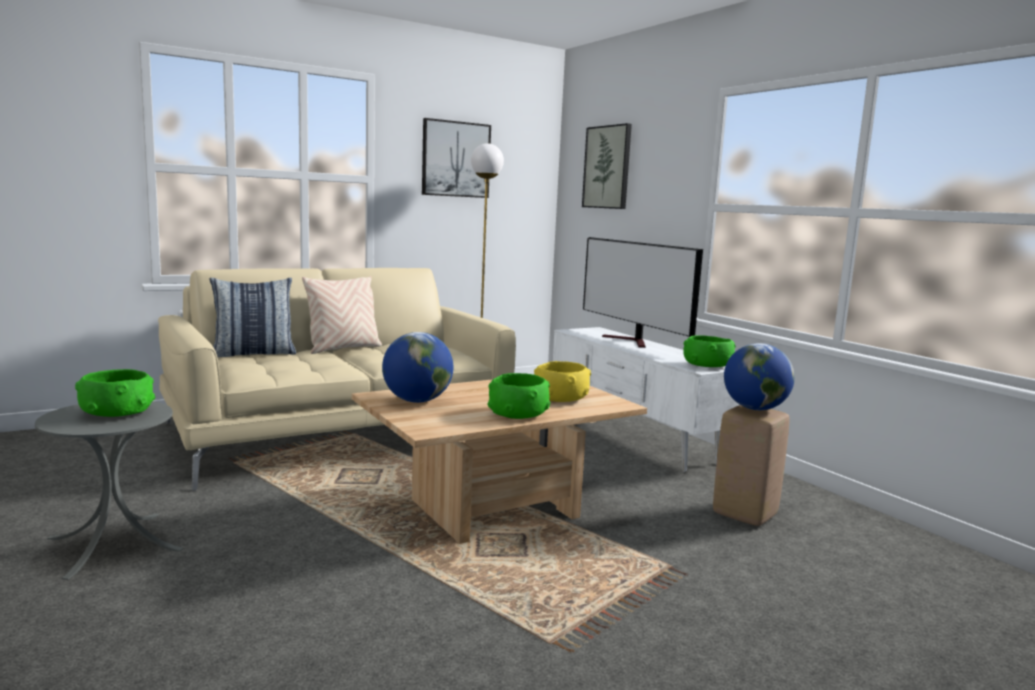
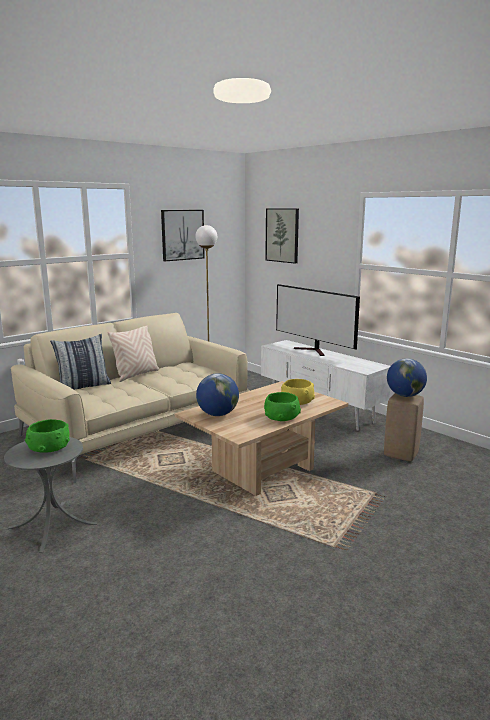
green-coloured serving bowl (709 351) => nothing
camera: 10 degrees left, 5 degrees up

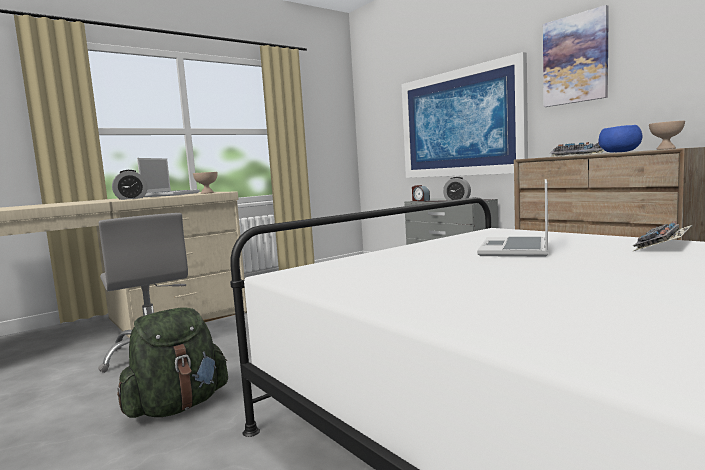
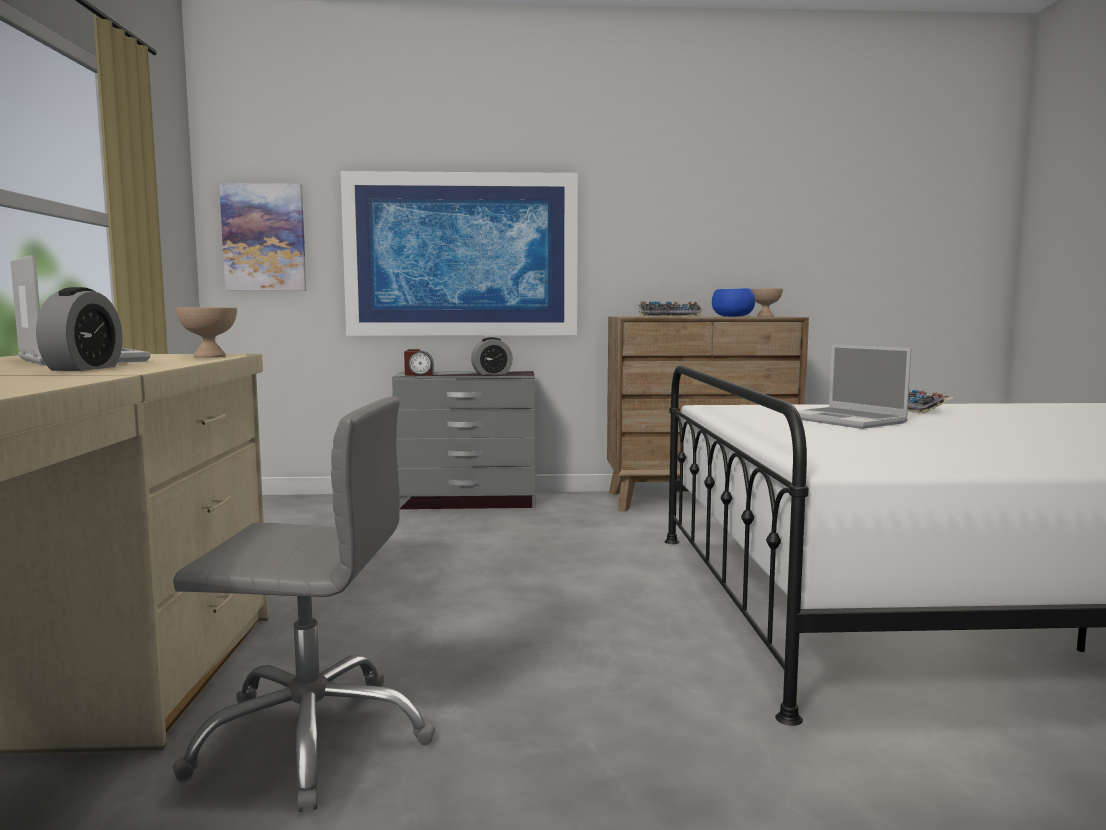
wall art (576 56) => wall art (262 237), relocated
green-coloured backpack (172 362) => nothing
camera: 55 degrees left, 0 degrees up

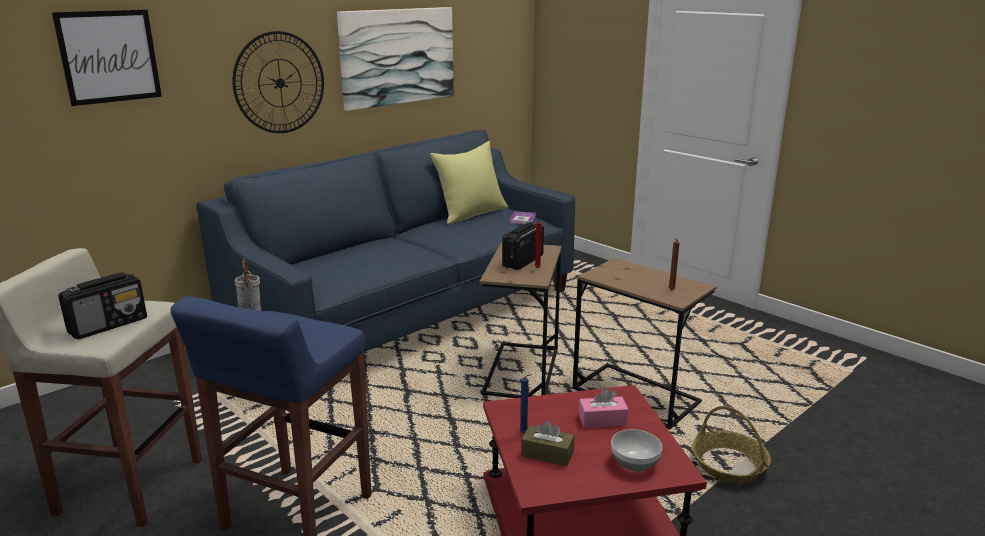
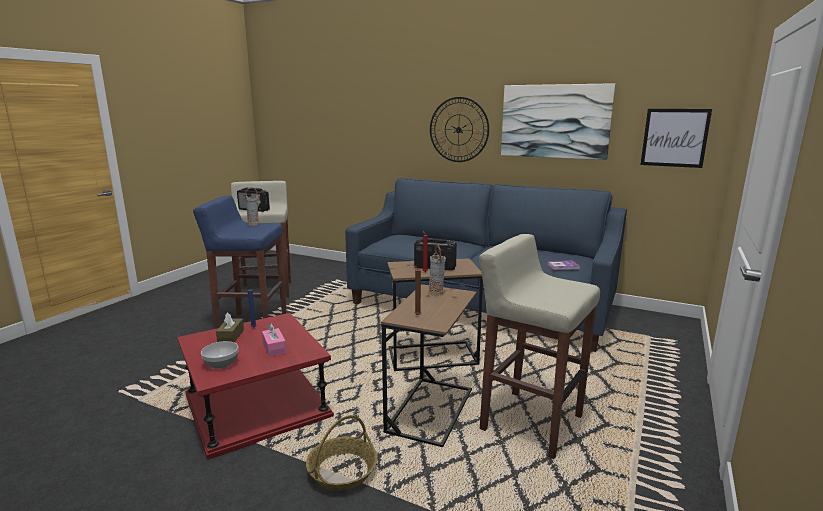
nothing => flower vase (437 270)
nothing => sand-coloured stool (539 346)
wall art (107 58) => wall art (676 138), relocated
yellowish throw pillow (469 182) => nothing
camera: 70 degrees right, 5 degrees down

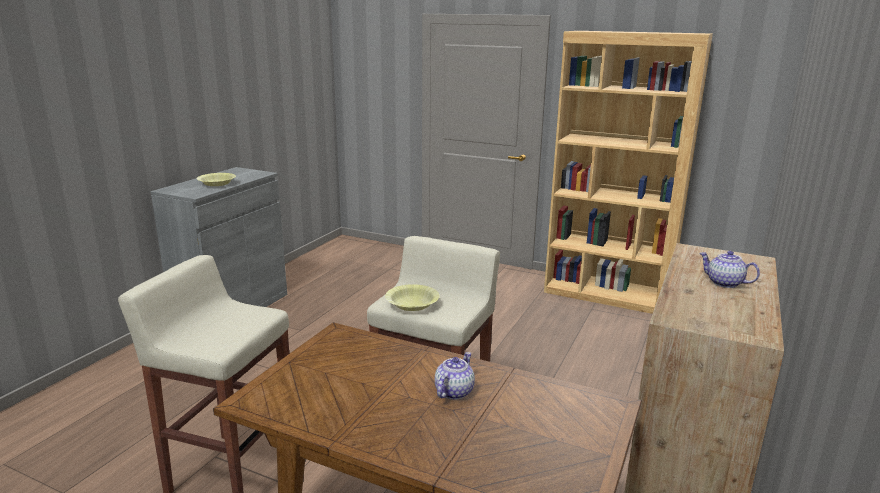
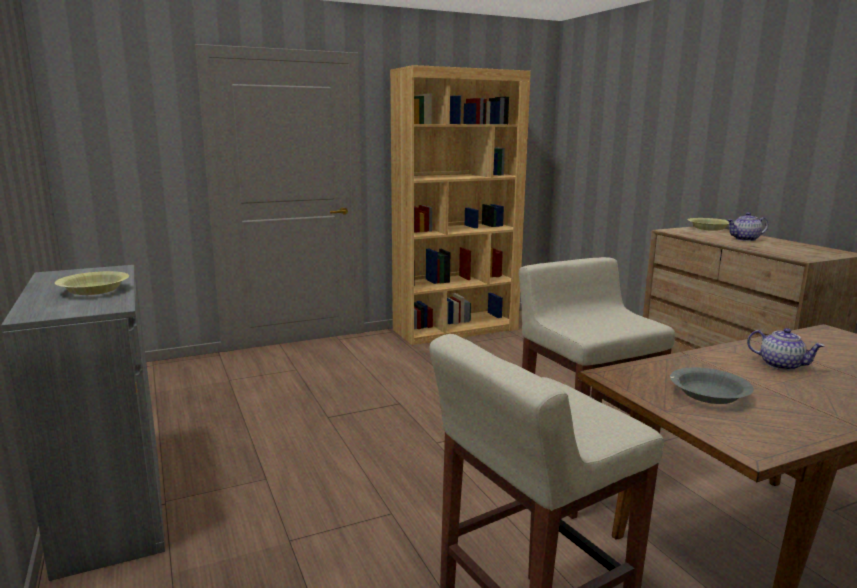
nothing => greyish serving bowl (712 385)
yellowish serving bowl (412 297) => yellowish serving bowl (708 224), relocated
pot for tea (455 376) => pot for tea (786 349), 150 degrees clockwise
camera: 50 degrees left, 5 degrees down

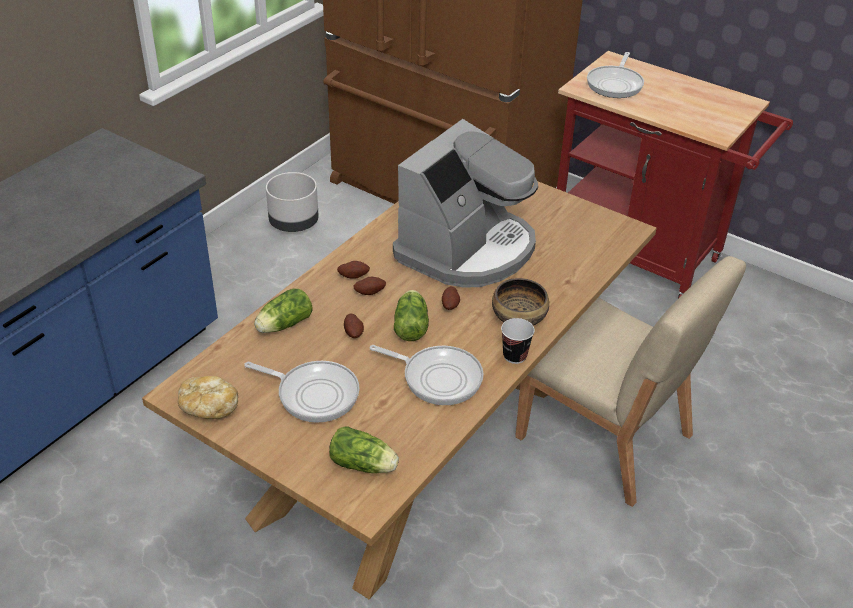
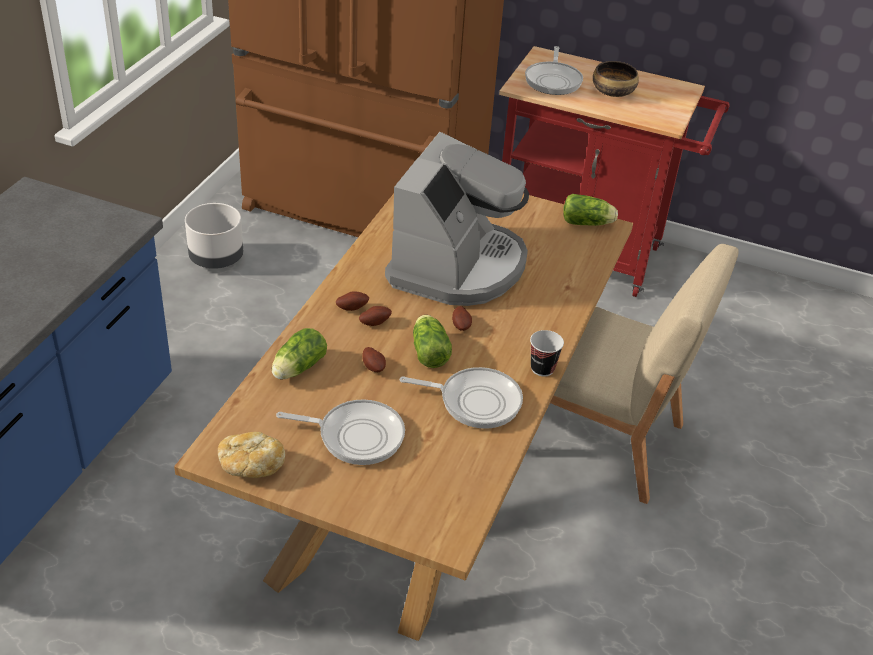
head of lettuce (364 449) => head of lettuce (590 210), relocated
serving bowl (520 301) => serving bowl (616 79), relocated
camera: 15 degrees left, 0 degrees up

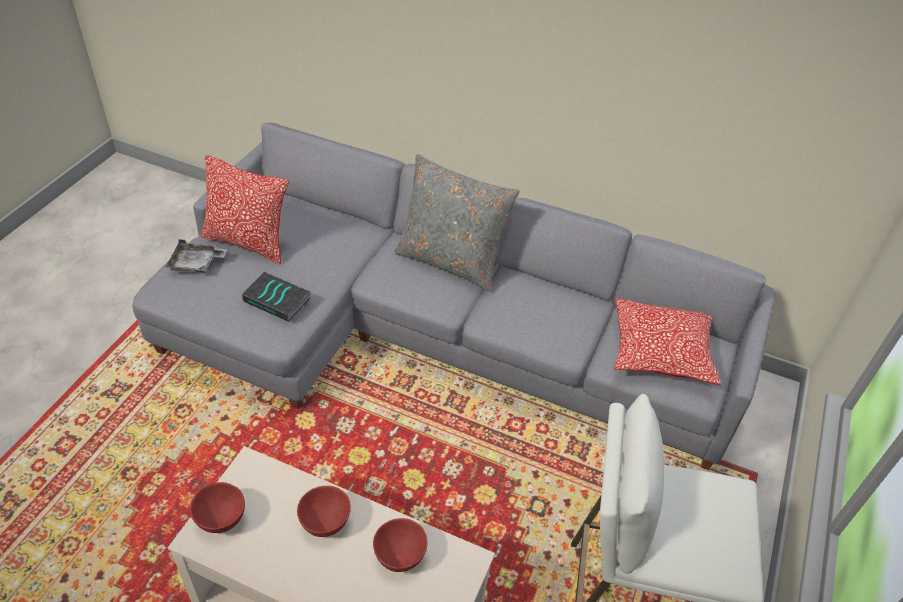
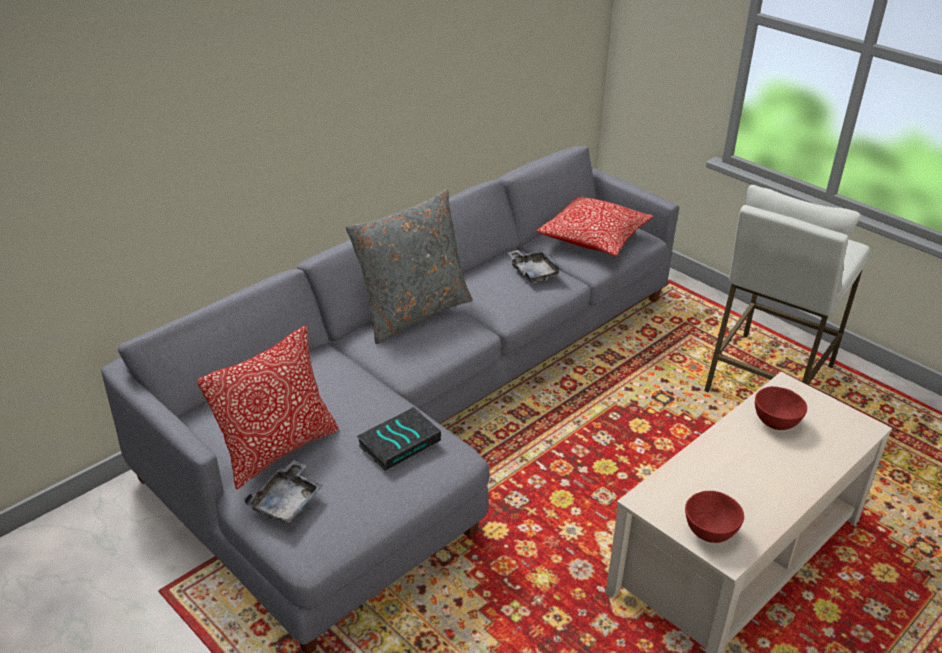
nothing => greyish carrying tray (535 266)
red serving bowl (324 511) => nothing
camera: 65 degrees left, 10 degrees down

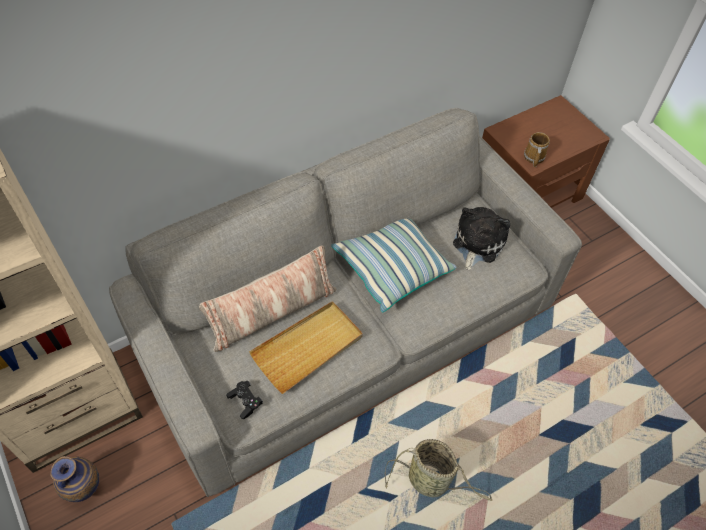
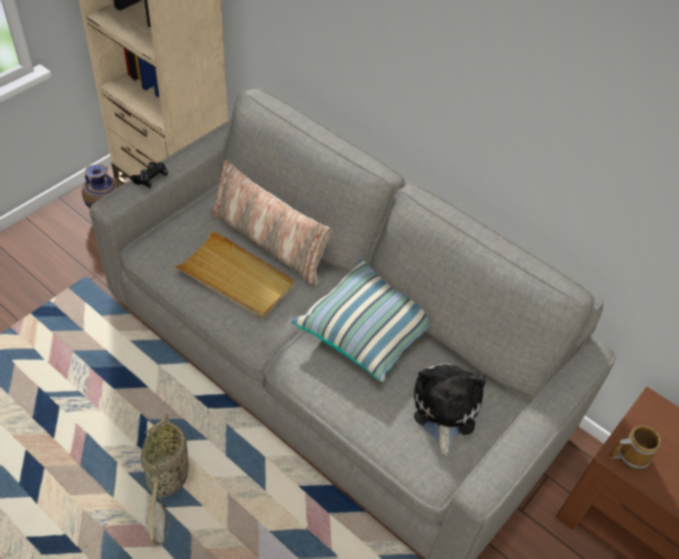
black-coloured gamepad (244 400) => black-coloured gamepad (149 175), relocated
cuddly toy (481 238) => cuddly toy (450 409), 90 degrees counterclockwise
camera: 70 degrees right, 5 degrees down

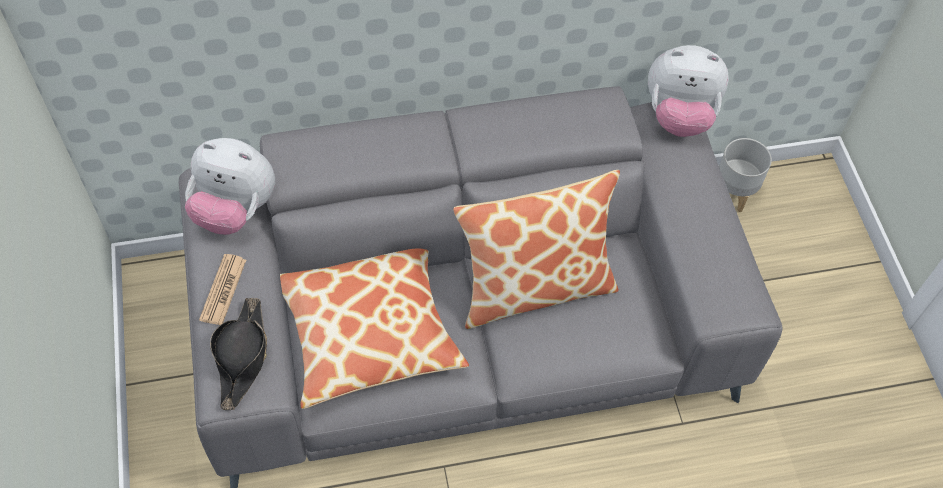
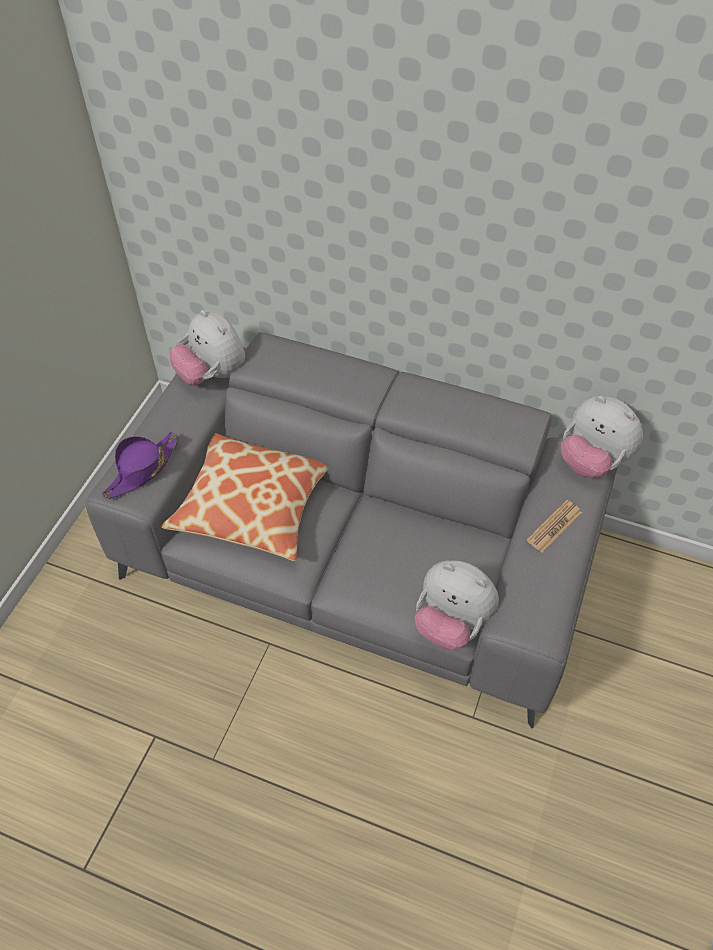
black-coloured clothing hat (238 354) => purple clothing hat (140 465)
nothing => cuddly toy (457 605)
printed paper (222 289) => printed paper (554 526), relocated
throw pillow (536 249) => nothing
greyish flower pot (745 175) => nothing
camera: 35 degrees right, 5 degrees down

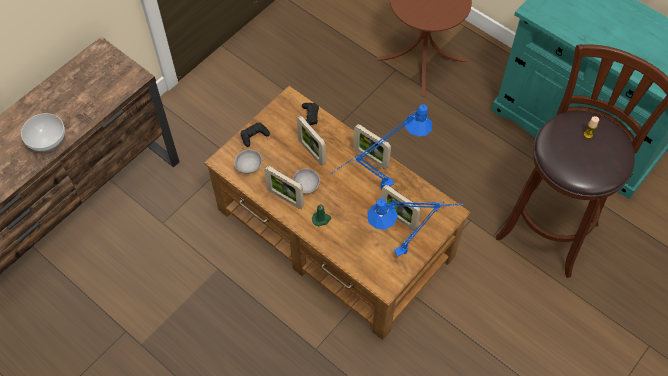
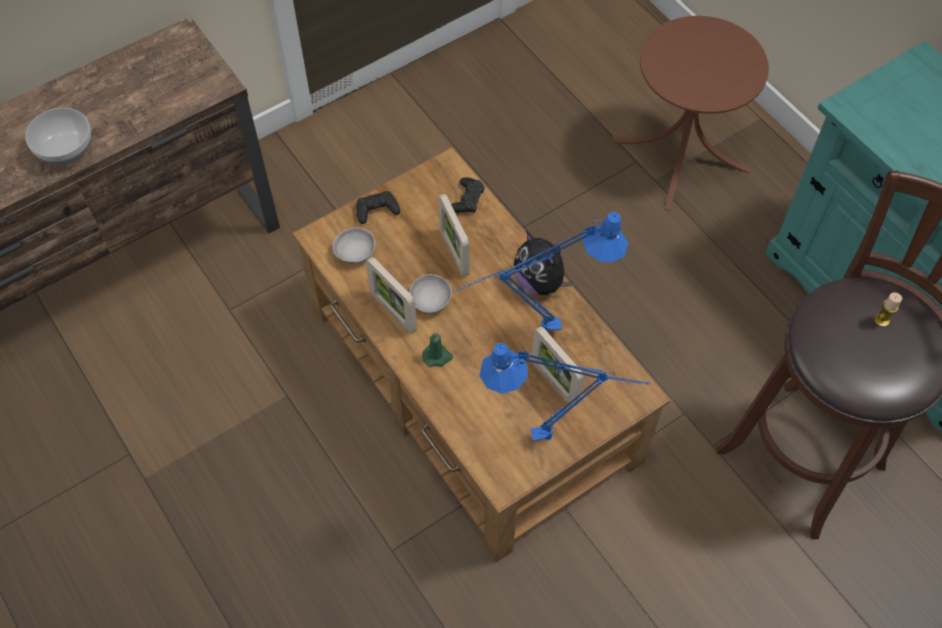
picture frame (372 146) => cuddly toy (543 263)
camera: 15 degrees right, 0 degrees up

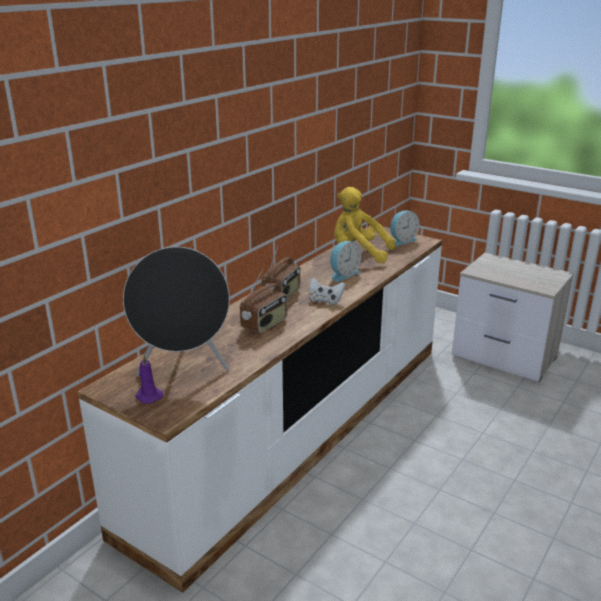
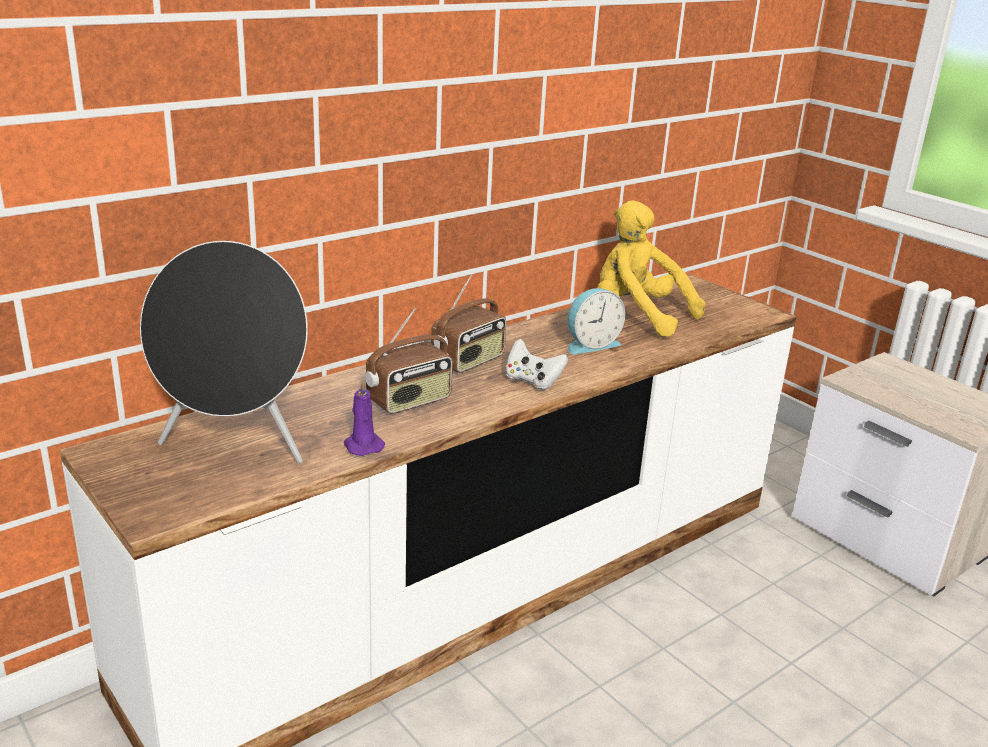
purple wax candle (149 379) => purple wax candle (364 417), relocated
alarm clock (404 228) => nothing
camera: 15 degrees right, 0 degrees up

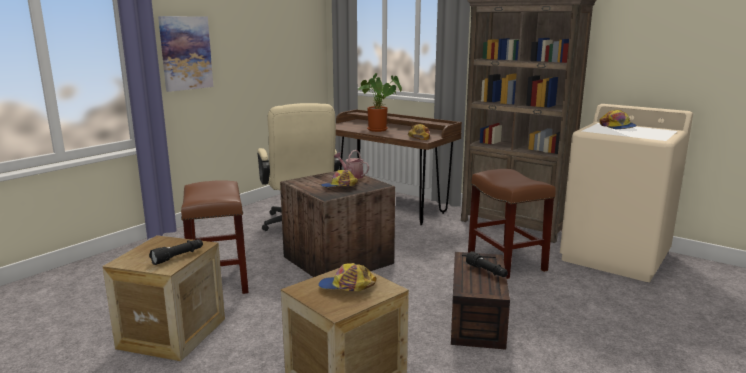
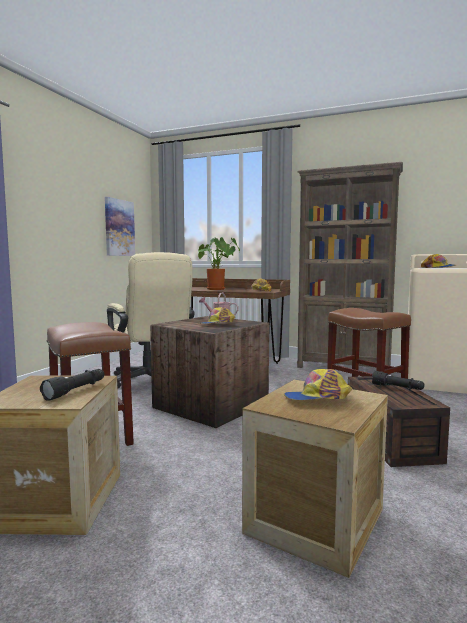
wall art (185 54) => wall art (120 226), relocated
camera: 15 degrees left, 10 degrees down

